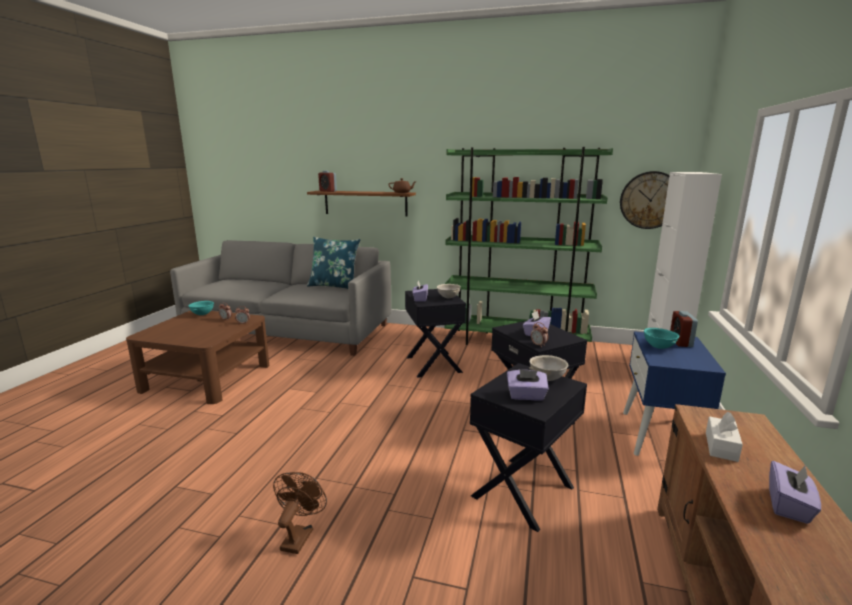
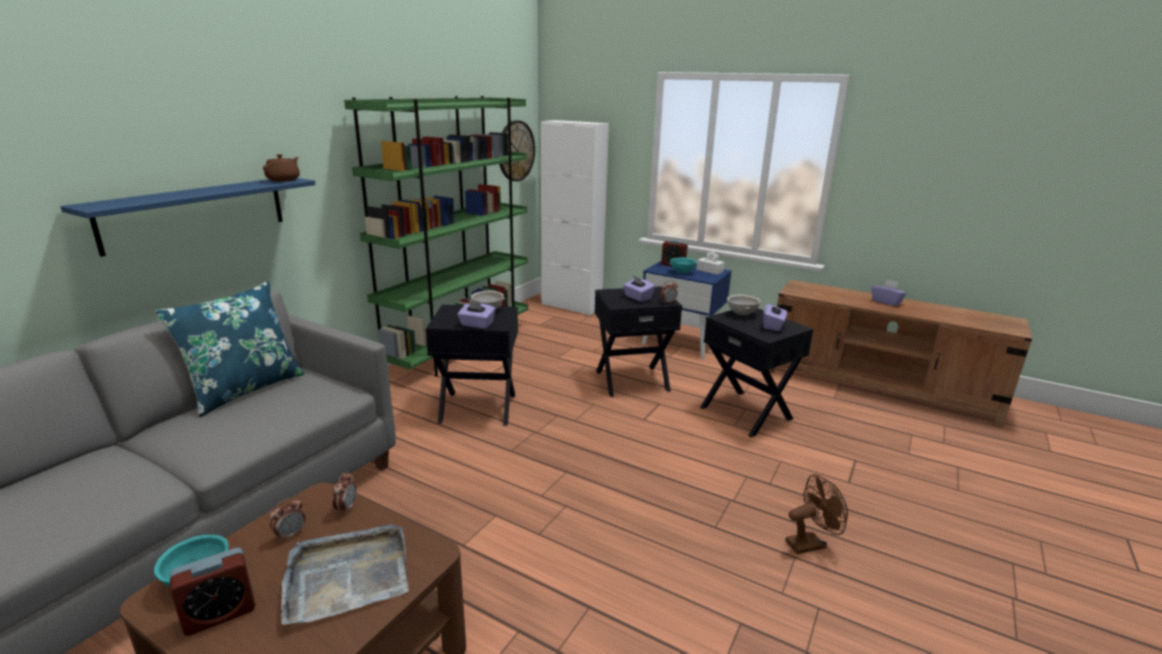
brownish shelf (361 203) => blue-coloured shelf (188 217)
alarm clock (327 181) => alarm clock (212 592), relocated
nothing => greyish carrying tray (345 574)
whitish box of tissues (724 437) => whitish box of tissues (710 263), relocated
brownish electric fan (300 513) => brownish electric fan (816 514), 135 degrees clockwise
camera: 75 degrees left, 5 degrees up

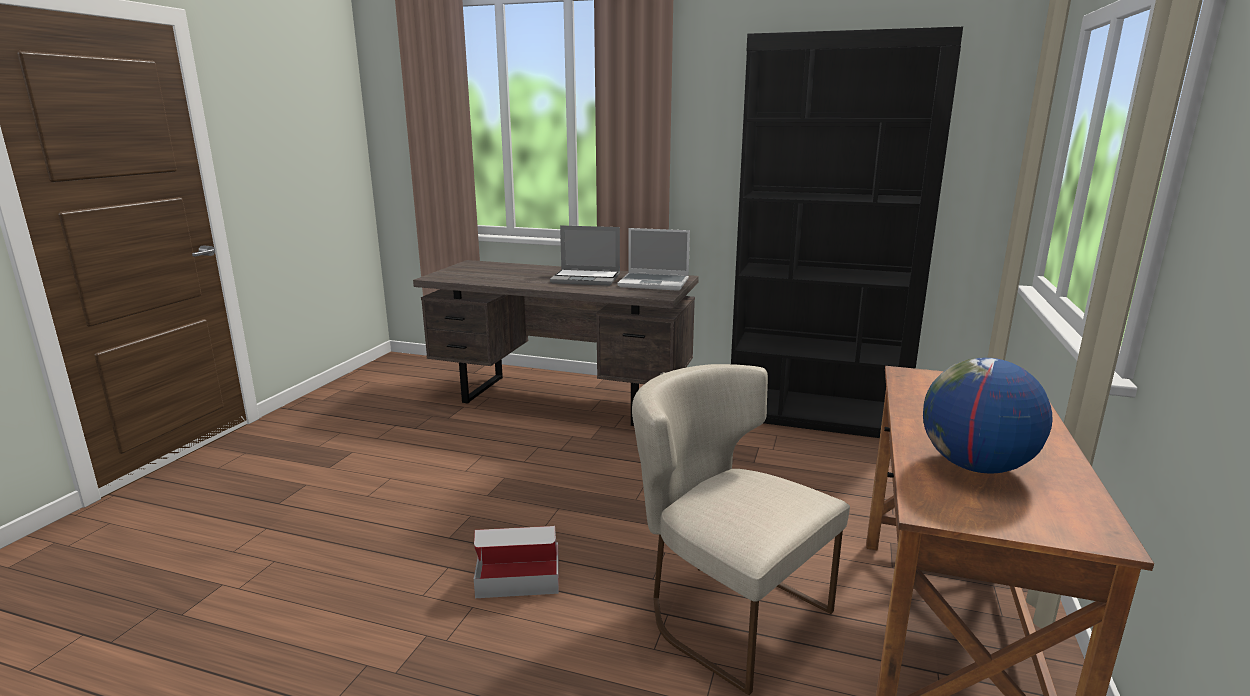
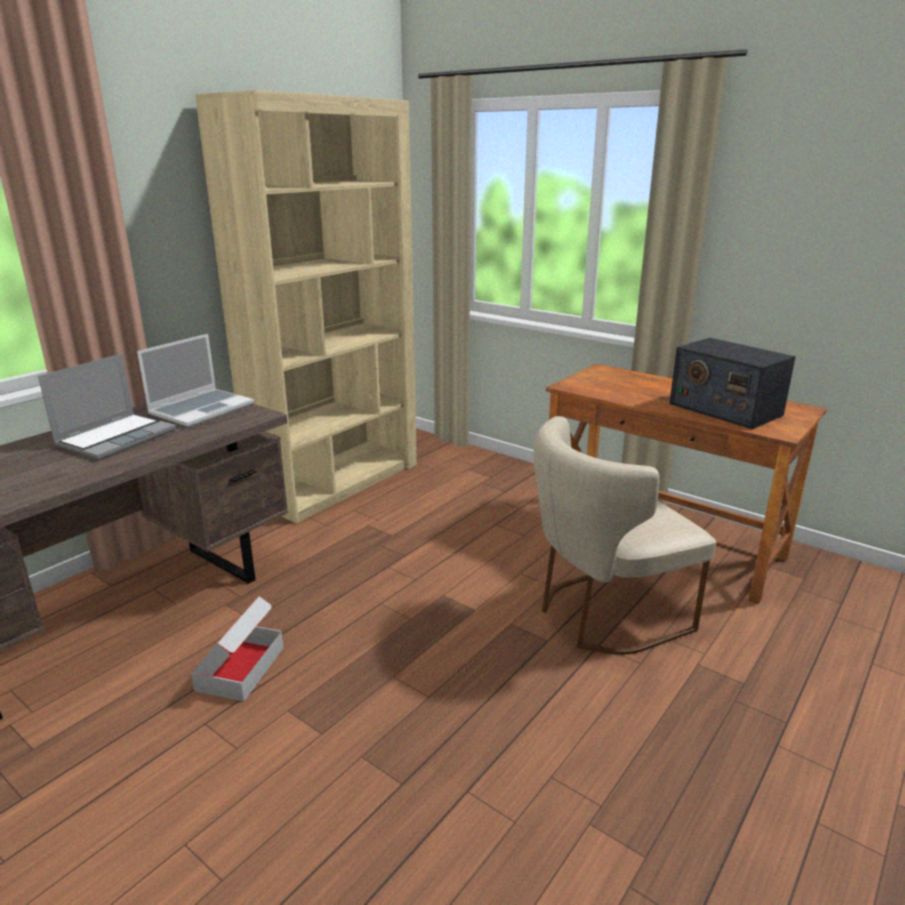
cardboard box (516 562) => cardboard box (237 648), relocated
black-coloured shelving unit (847 232) => sand-coloured shelving unit (306 306)
world globe (987 416) => radio (732 383)
camera: 70 degrees left, 5 degrees up

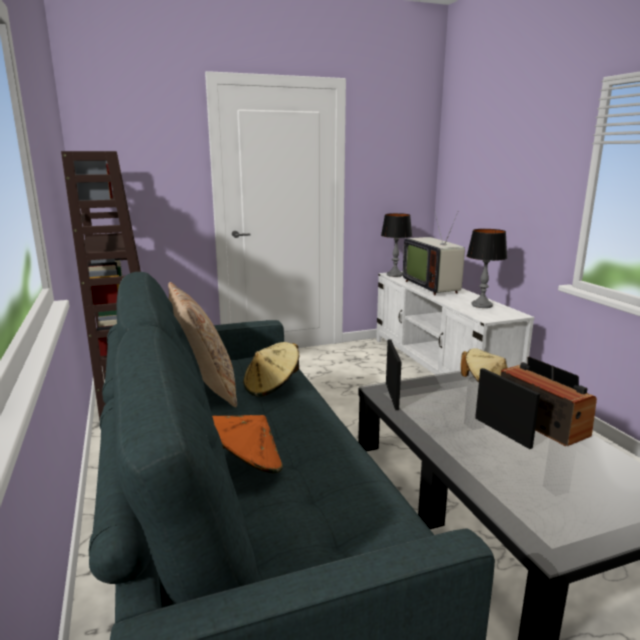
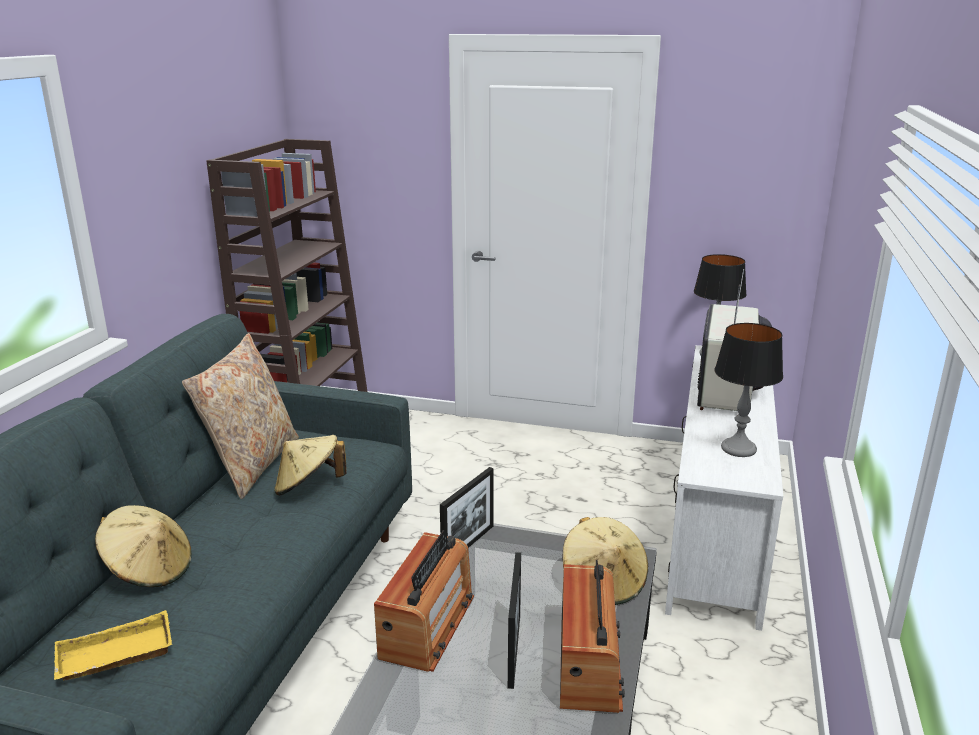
nothing => yellowish carrying tray (113 645)
orange-coloured clothing hat (247 444) => sand-coloured clothing hat (143 546)
nothing => radio (424 601)
camera: 35 degrees right, 5 degrees up

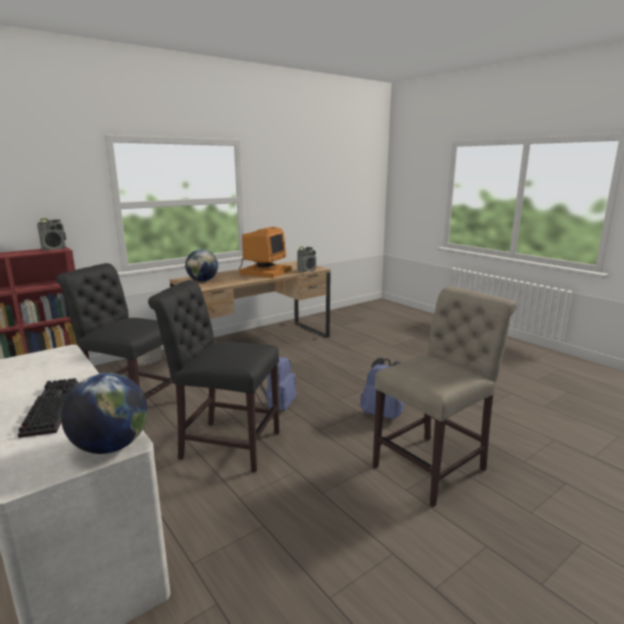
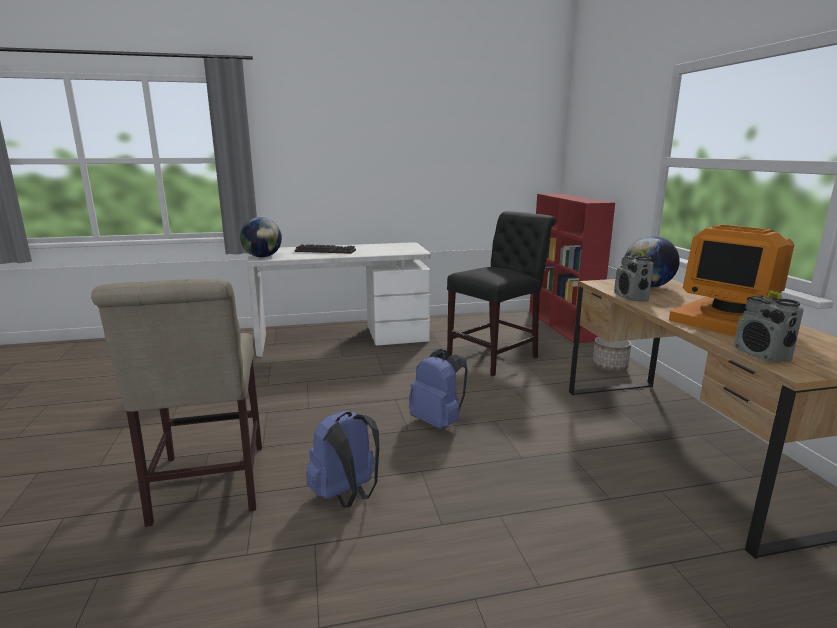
radio (51 234) => radio (634 276), relocated
black-coloured chair (213 376) => nothing
camera: 115 degrees right, 0 degrees up

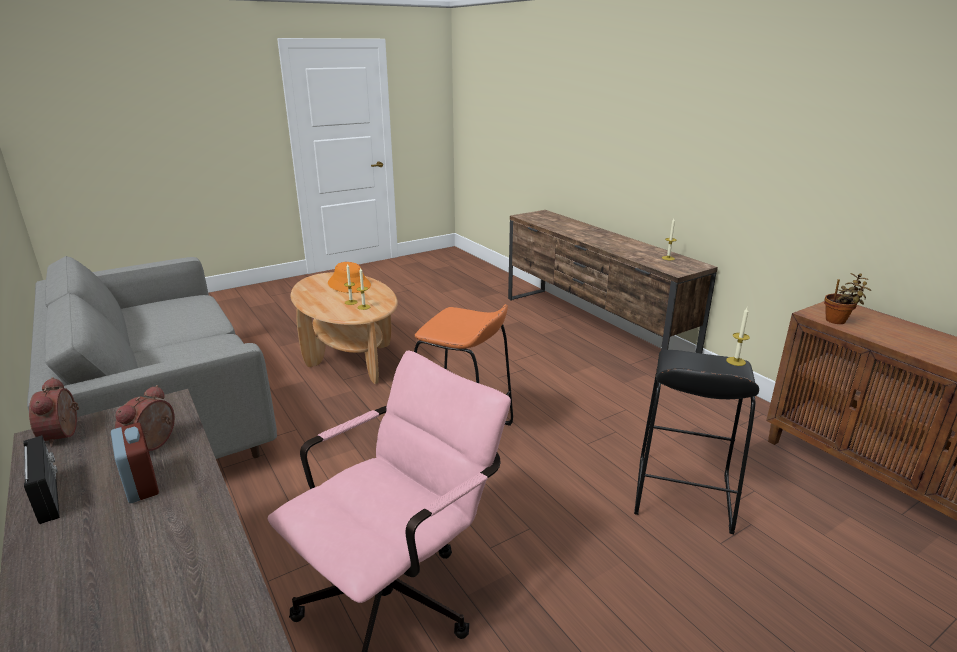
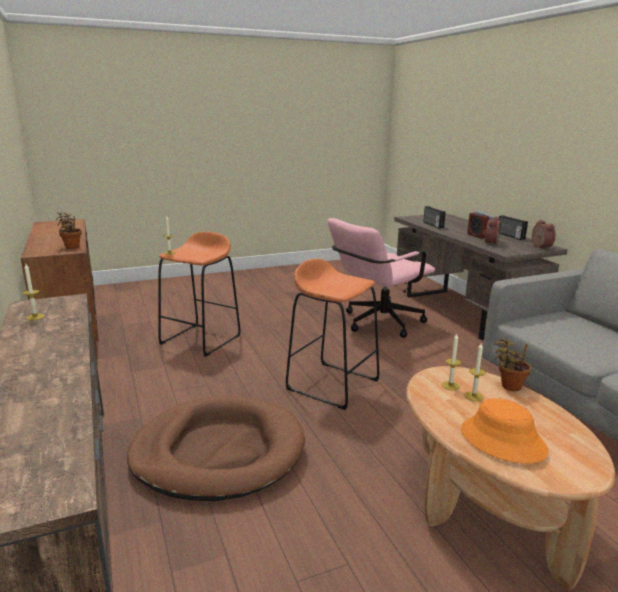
nothing => brownish dog bed (216 448)
black-coloured stool (696 442) => orange-coloured stool (199 294)
nothing => radio (434 217)
nothing => potted plant (512 364)
camera: 170 degrees left, 5 degrees down

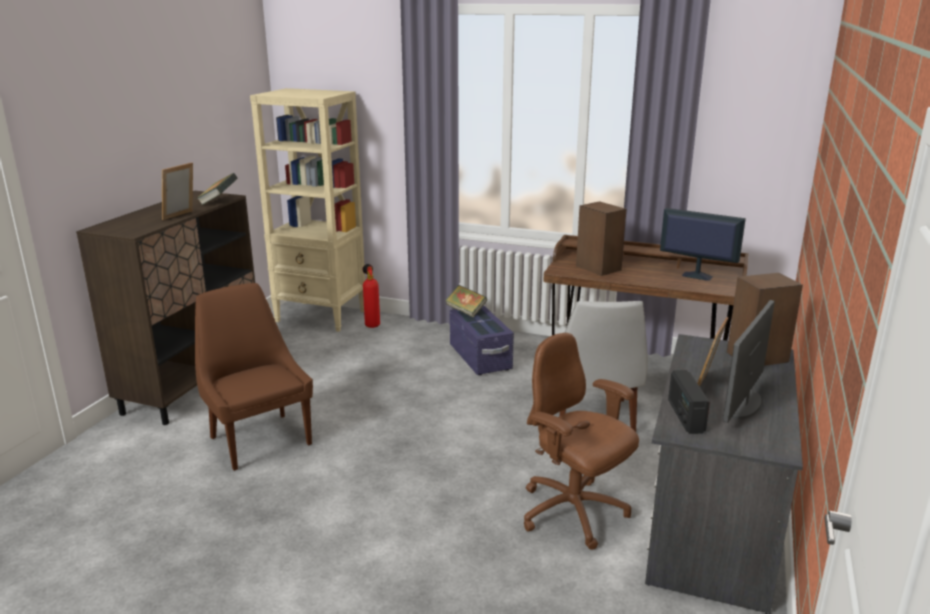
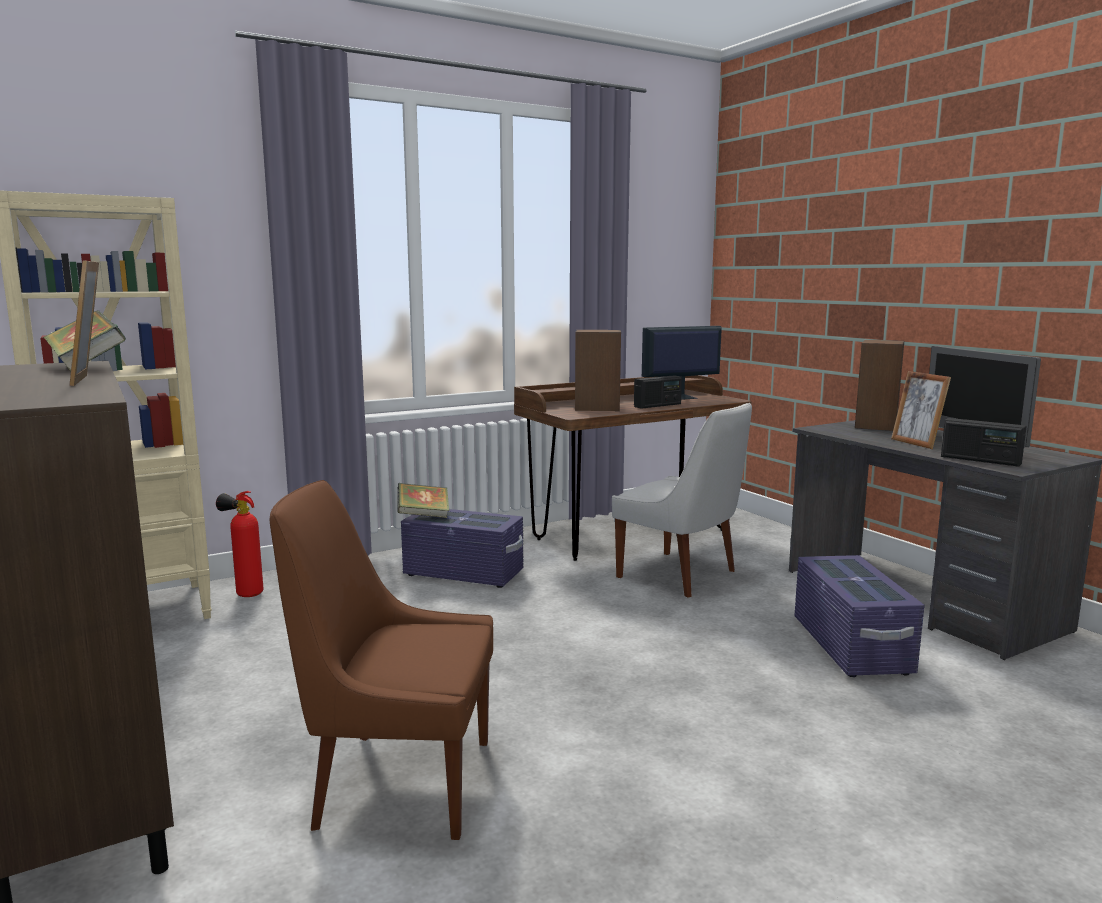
nothing => radio (658 392)
brownish office chair (581 441) => purple storage bin (860 616)
camera: 50 degrees left, 10 degrees down

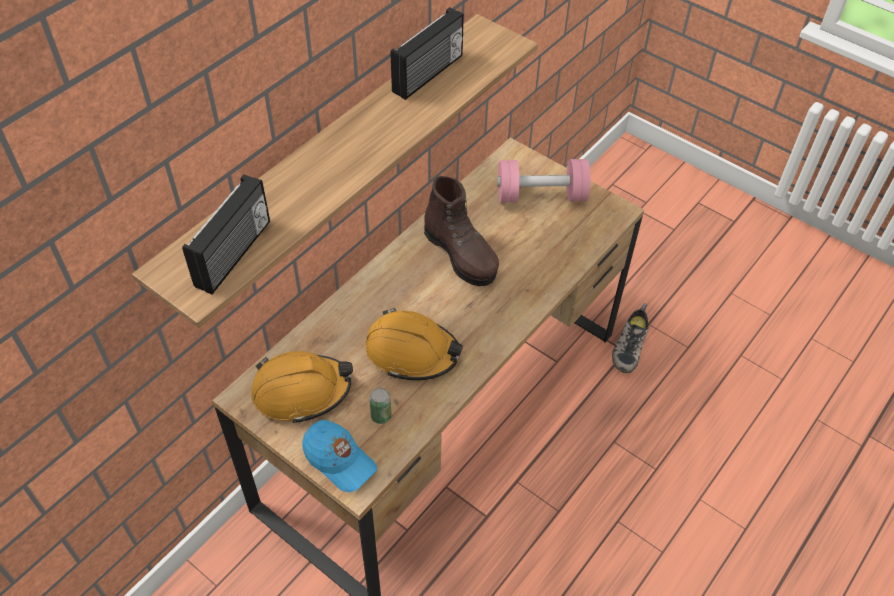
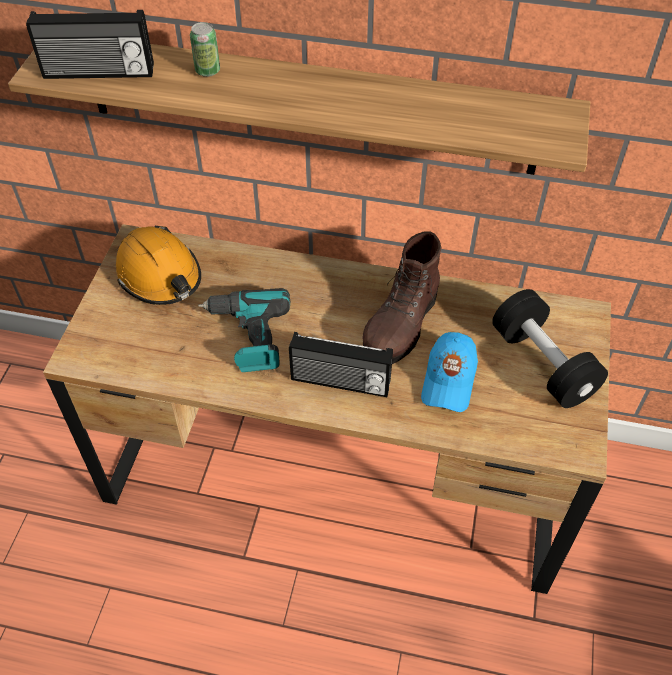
can (380 406) => can (205 49), relocated
orange-coloured work helmet (414 344) => power drill (244 330)
radio (427 53) => radio (341 364), relocated
blue-coloured cap (339 456) => blue-coloured cap (449 372), relocated
pinkish free weight (543 181) => black-coloured free weight (550 348)
low shoe (630 338) => nothing
camera: 65 degrees right, 0 degrees up

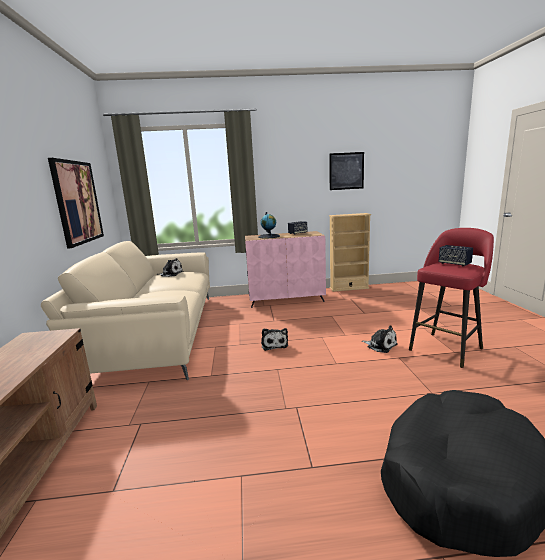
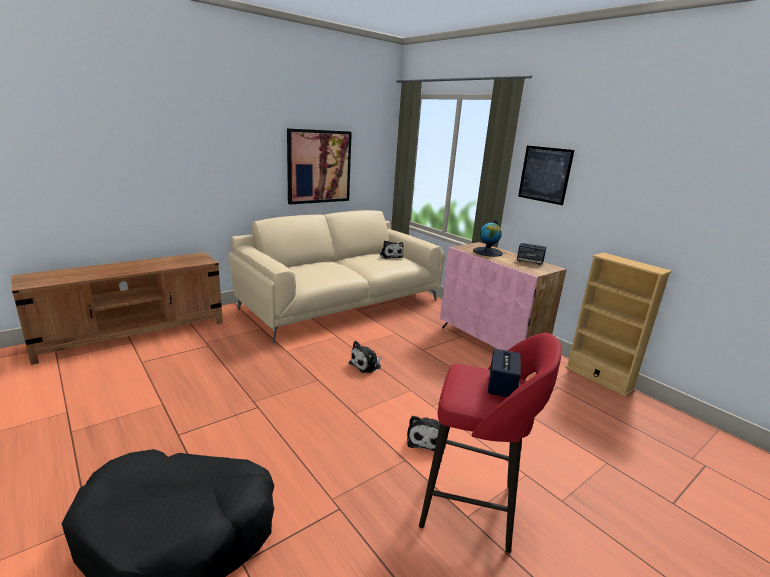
wall art (346 171) => wall art (546 175), relocated
camera: 55 degrees right, 5 degrees up

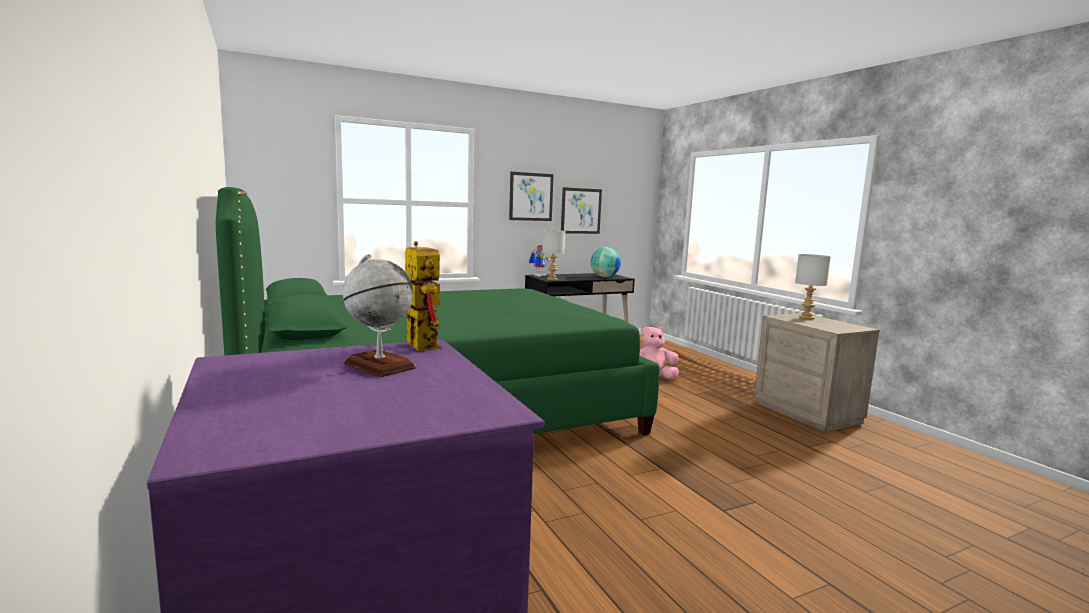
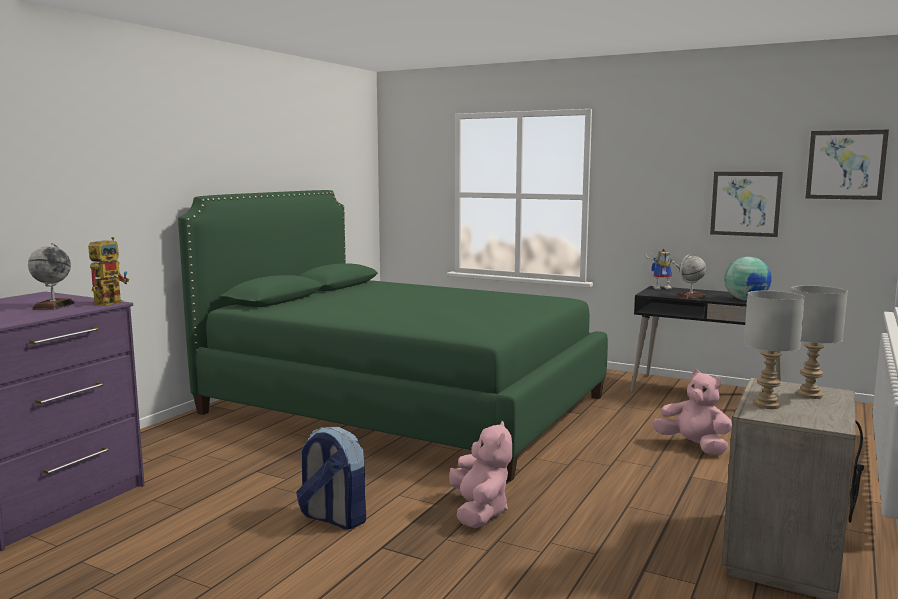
nothing => backpack (331 478)
nothing => pinkish cuddly toy (480 474)
nothing => world globe (691 277)
greyish table lamp (553 255) => greyish table lamp (774 350), relocated
wall art (531 196) => wall art (847 165), relocated
camera: 55 degrees right, 0 degrees up

